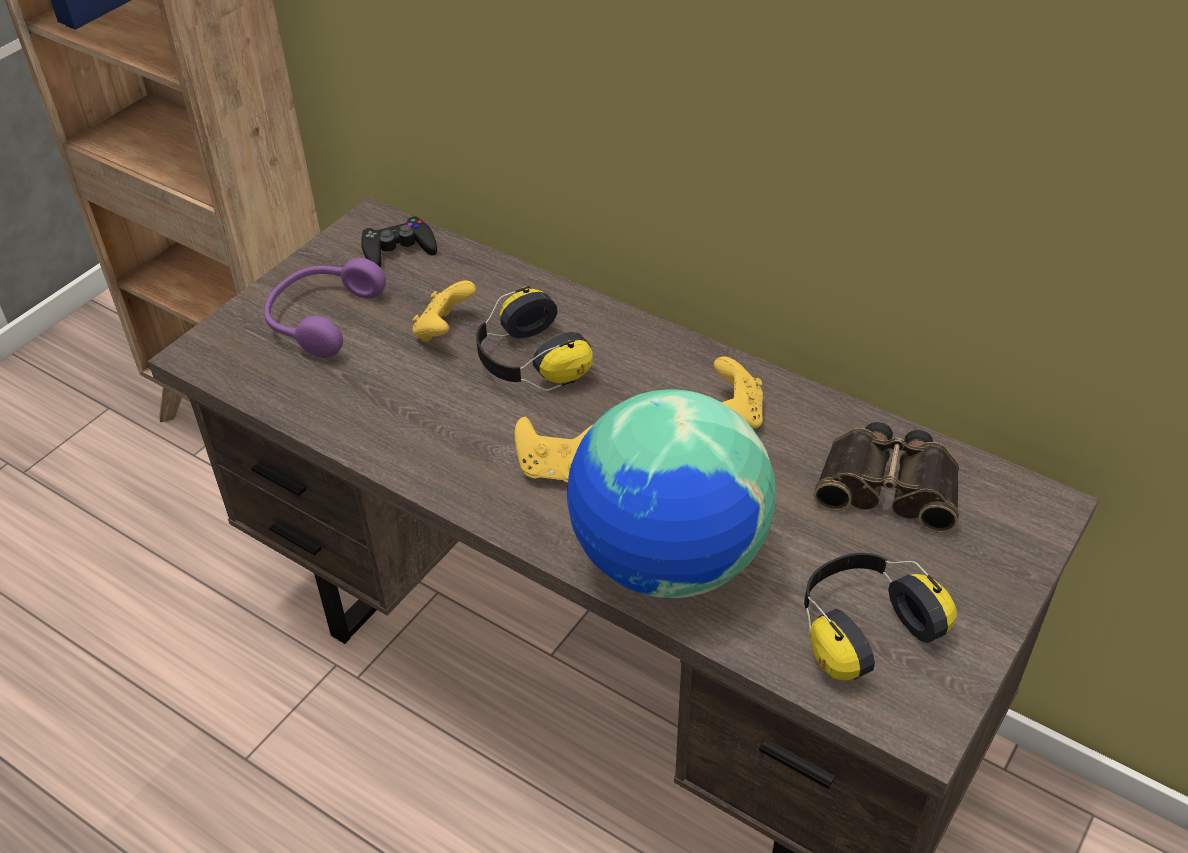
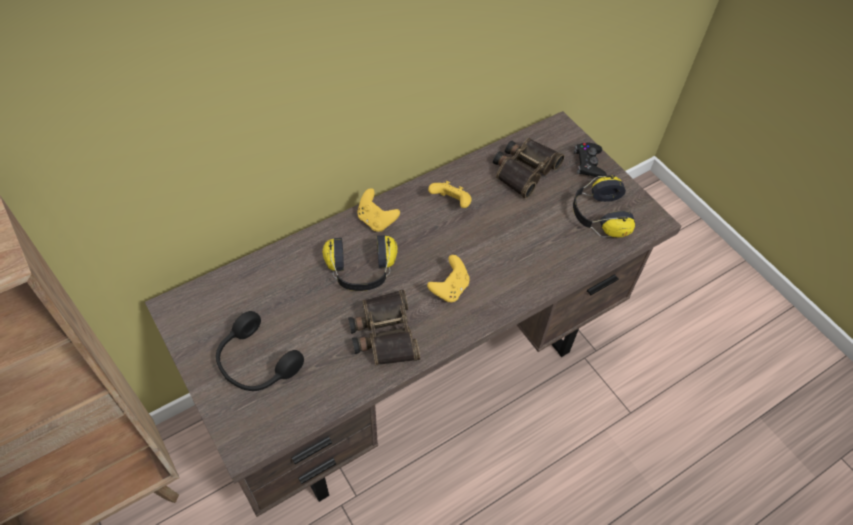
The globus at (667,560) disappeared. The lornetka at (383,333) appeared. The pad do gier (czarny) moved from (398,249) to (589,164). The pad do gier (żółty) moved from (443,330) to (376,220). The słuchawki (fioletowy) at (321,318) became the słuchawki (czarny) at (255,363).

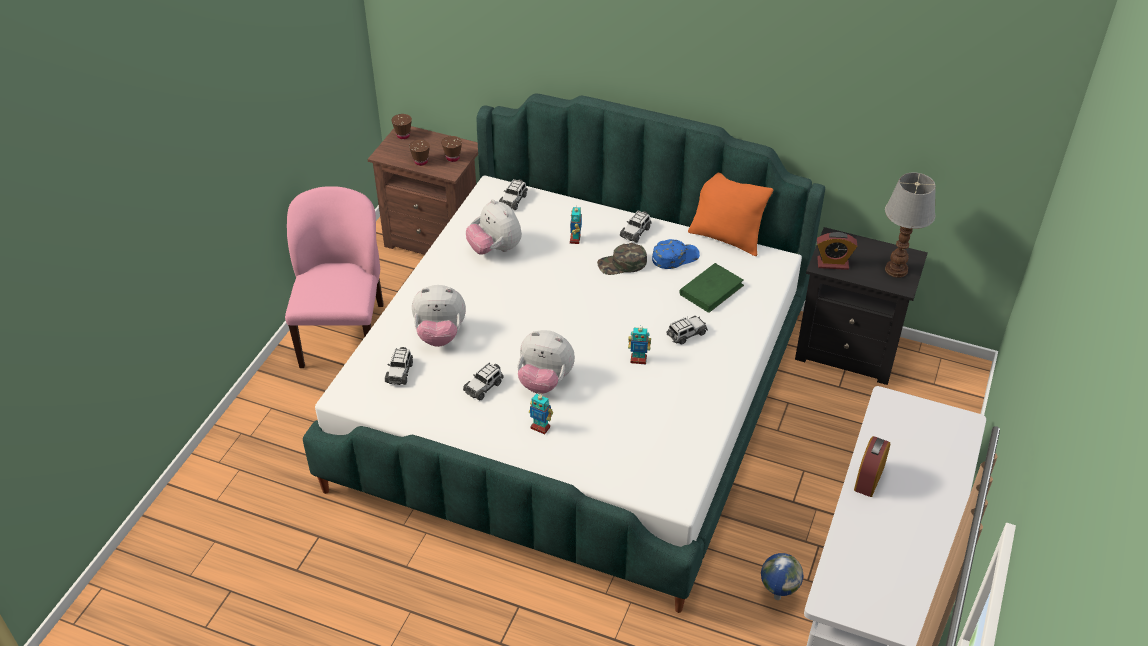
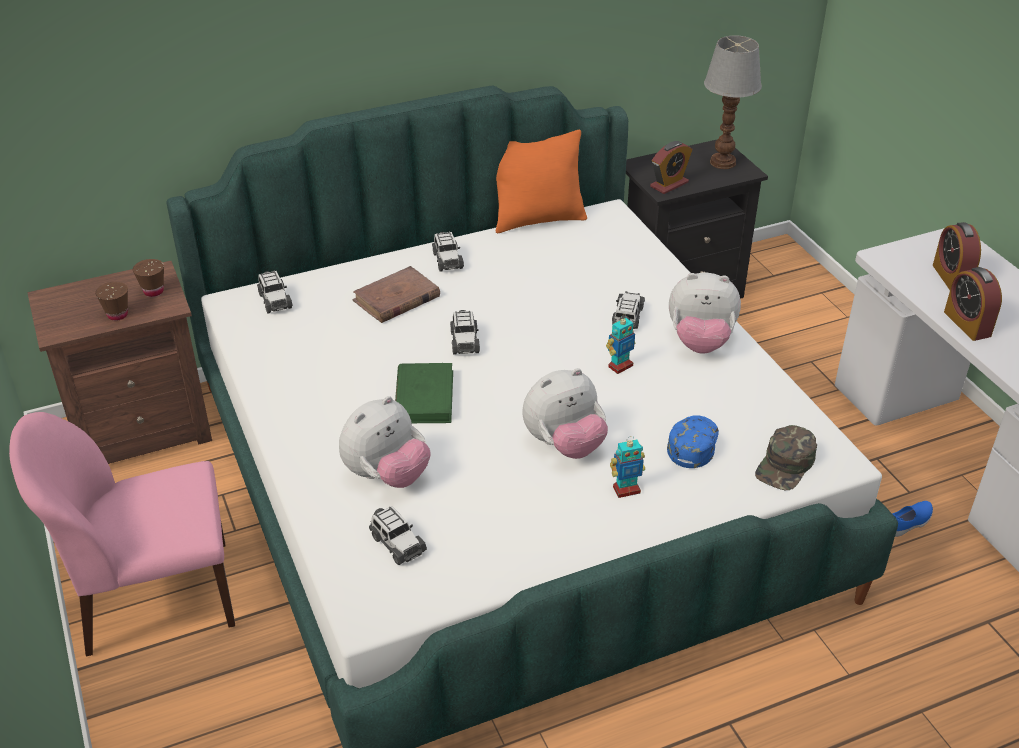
The filiżanka (brązowy) at (403,135) disappeared. The budzik at (951,277) appeared. The samochodzik moved from (484,386) to (464,341). The pluszak moved from (495,249) to (700,342). The czapka z daszkiem (zielony) moved from (622,264) to (786,465). The czapka z daszkiem (niebieski) moved from (675,257) to (692,443). The książka (zielony) moved from (711,290) to (424,397). The robot zabawkowy at (575,239) was replaced by the książka (brązowy) at (396,299). The globus at (777,596) was replaced by the but (niebieski) at (908,524). The krzesło (różowy) at (343,334) turned 60 degrees counterclockwise.

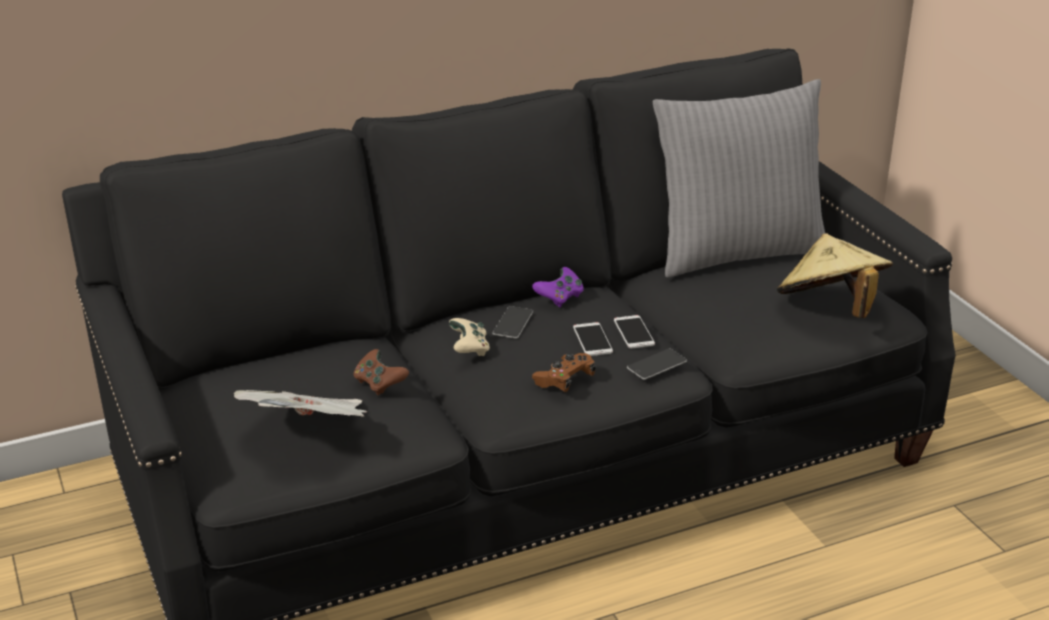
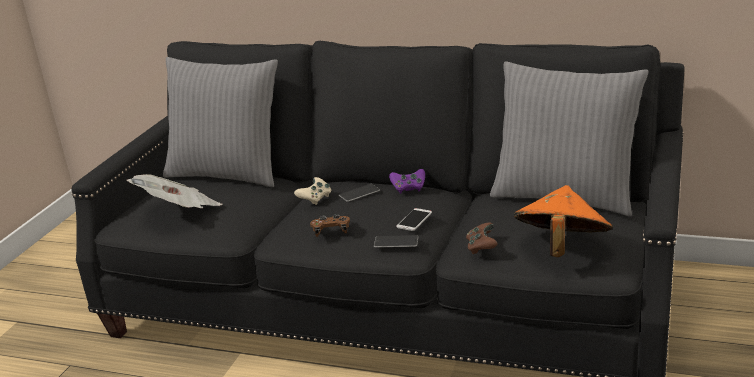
The telefon at (592,340) disappeared. The poduszka (szary) at (228,173) appeared. The pad do gier (brązowy) moved from (379,384) to (481,247). The kapelusz (beżowy) at (830,309) became the kapelusz (pomarańczowy) at (561,248).

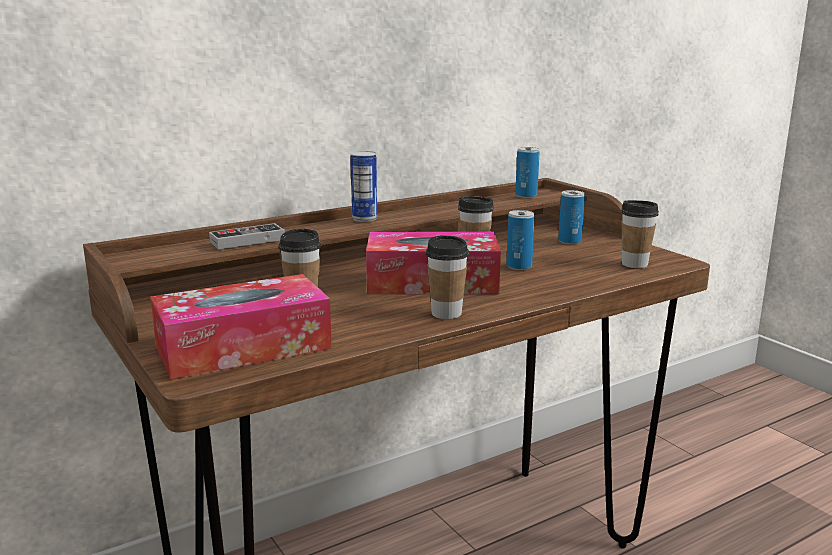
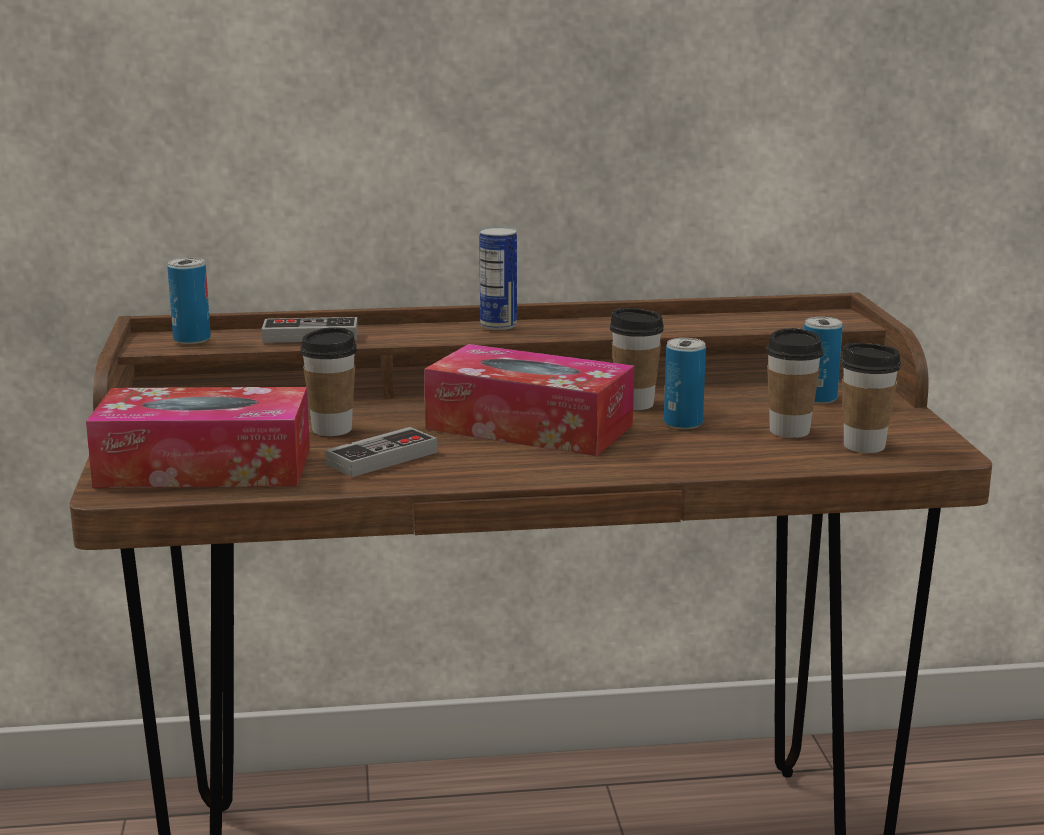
The pad do gier at (382,458) appeared. The filiżanka moved from (446,313) to (789,431). The puszka moved from (526,195) to (192,339).

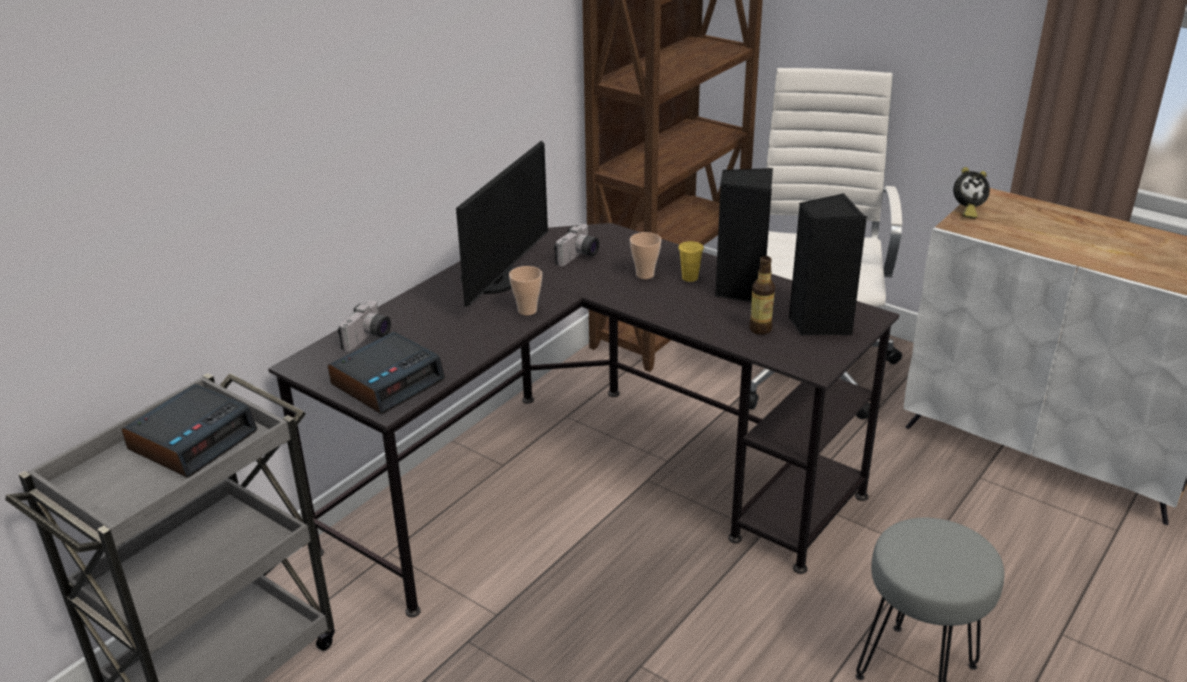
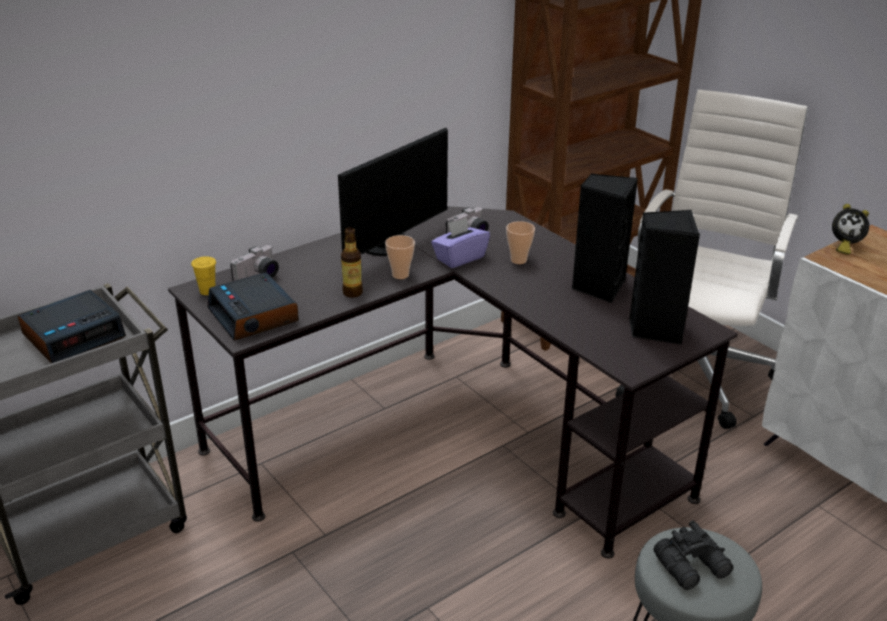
The pudełko chusteczek (fioletowy) at (459,258) appeared. The lornetka (czarny) at (693,567) appeared. The filiżanka (żółty) moved from (690,278) to (207,291). The butelka moved from (760,329) to (352,293). The budzik at (388,382) turned 90 degrees clockwise.

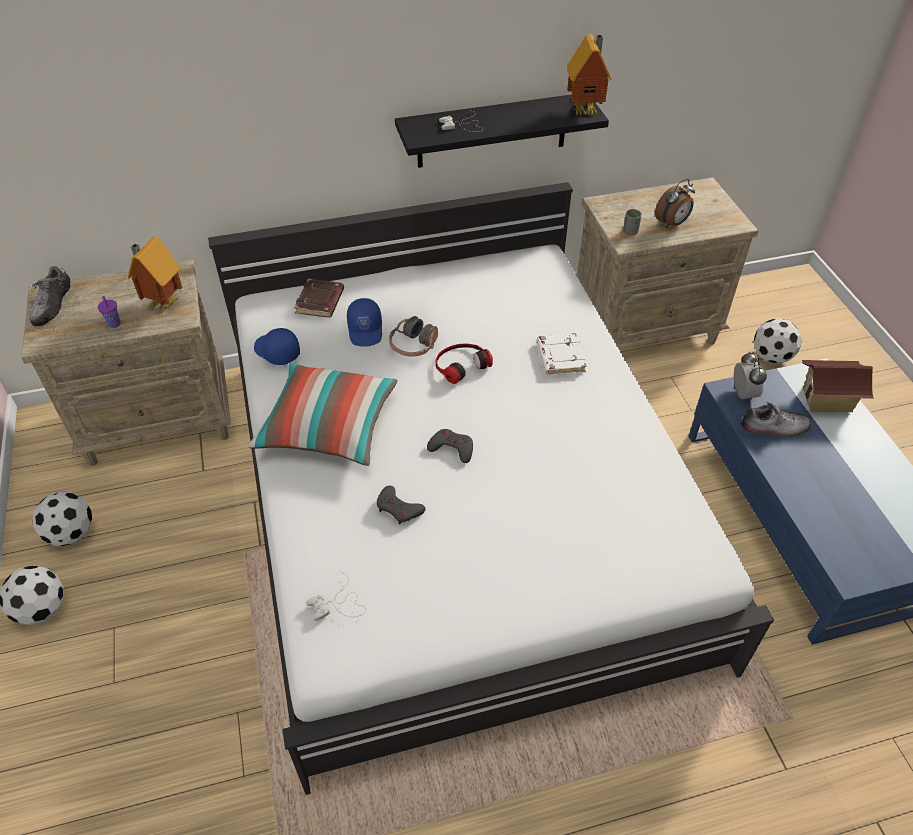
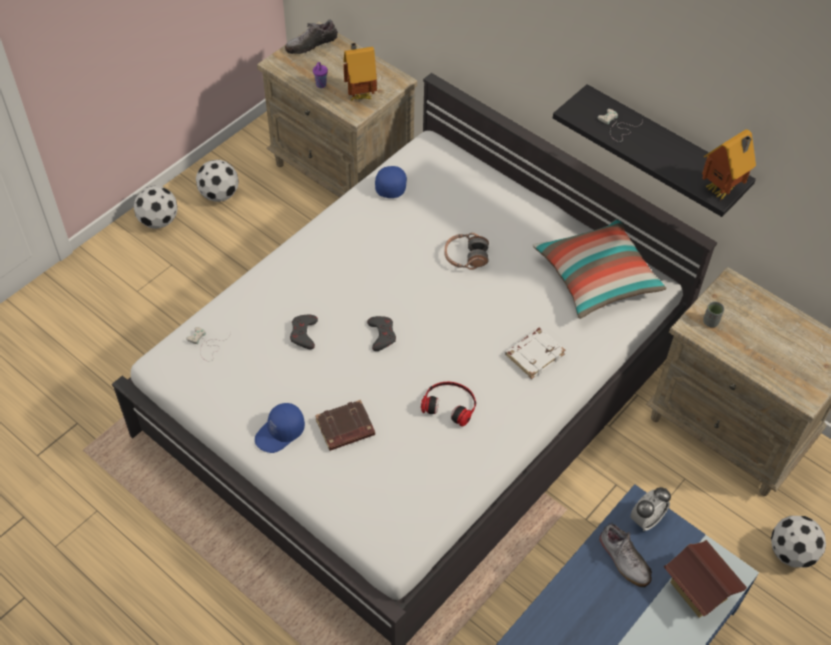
The budzik at (672,223) disappeared. The poduszka moved from (328,426) to (596,278). The książka (brązowy) moved from (320,302) to (345,429). The czapka z daszkiem (niebieski) moved from (366,330) to (280,433). The słuchawki moved from (460,364) to (450,404).

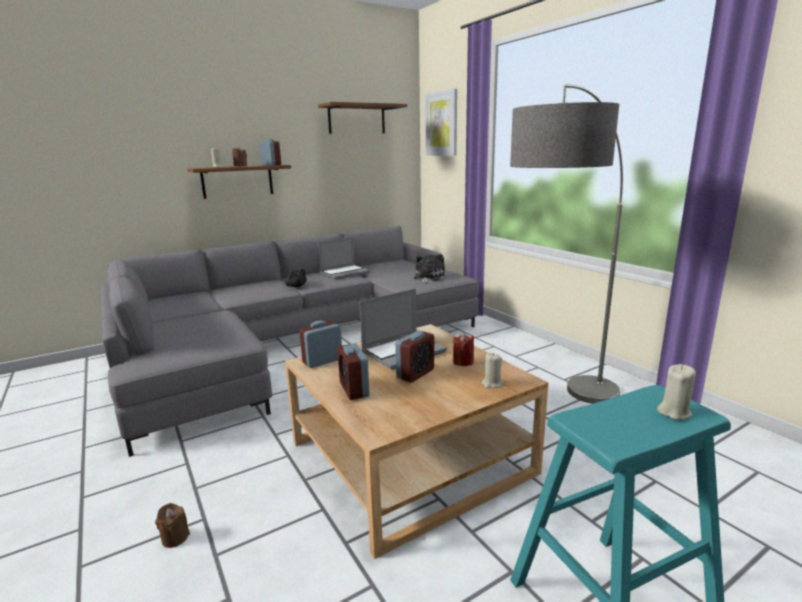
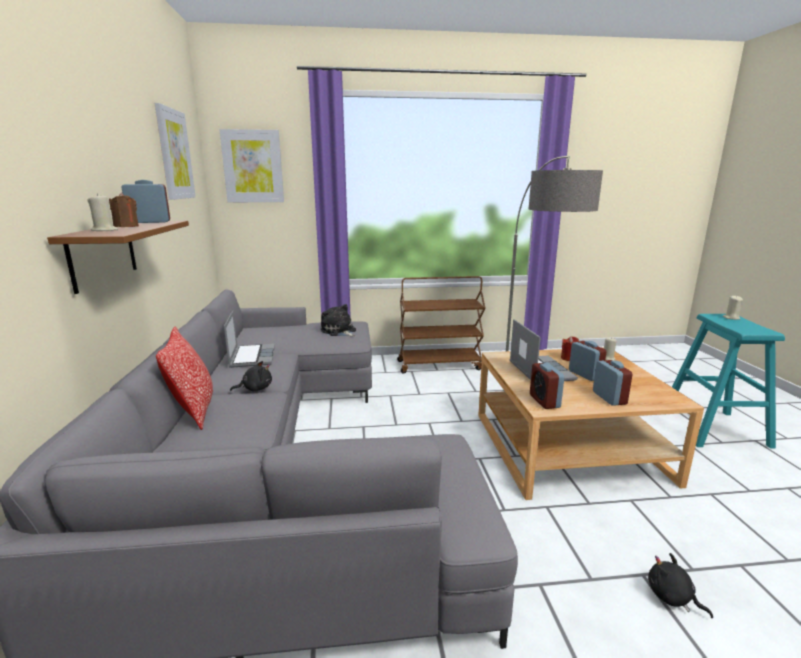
The poduszka at (194,410) appeared. The wózek (brązowy) at (439,365) appeared. The świeca (brązowy) at (175,538) was replaced by the pluszak (czarny) at (672,597). The półka (brązowy) at (357,119) was replaced by the obraz at (174,154). The budzik at (354,390) turned 105 degrees counterclockwise.

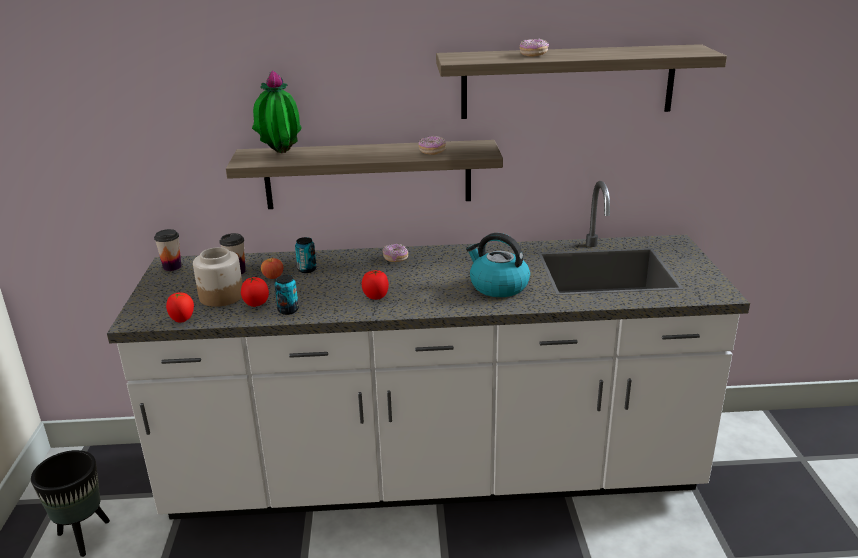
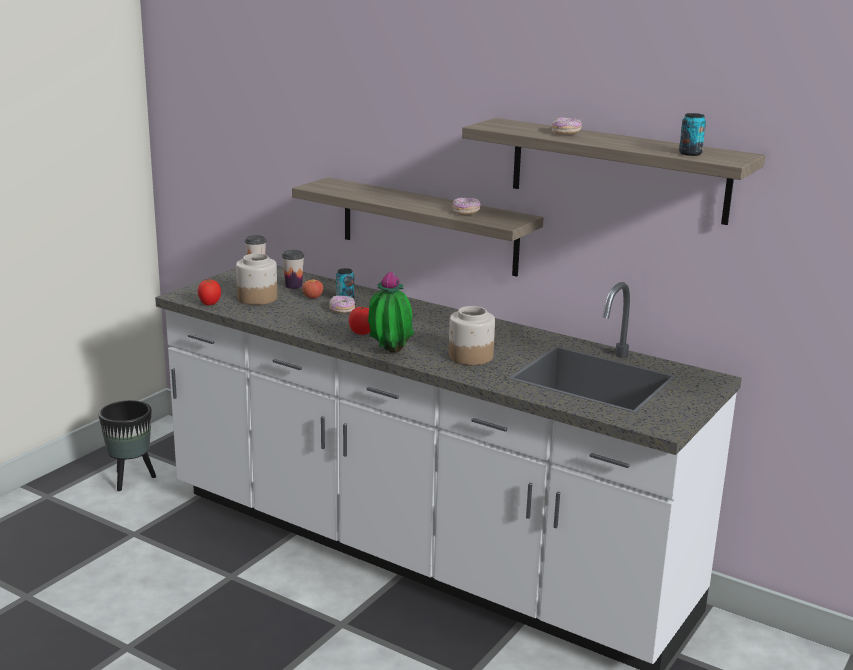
The pomidor at (256,304) disappeared. The roślina doniczkowa moved from (280,154) to (389,353). The puszka moved from (288,310) to (690,153). The donut moved from (395,258) to (342,310). The czajnik at (498,286) was replaced by the słoik at (470,357).

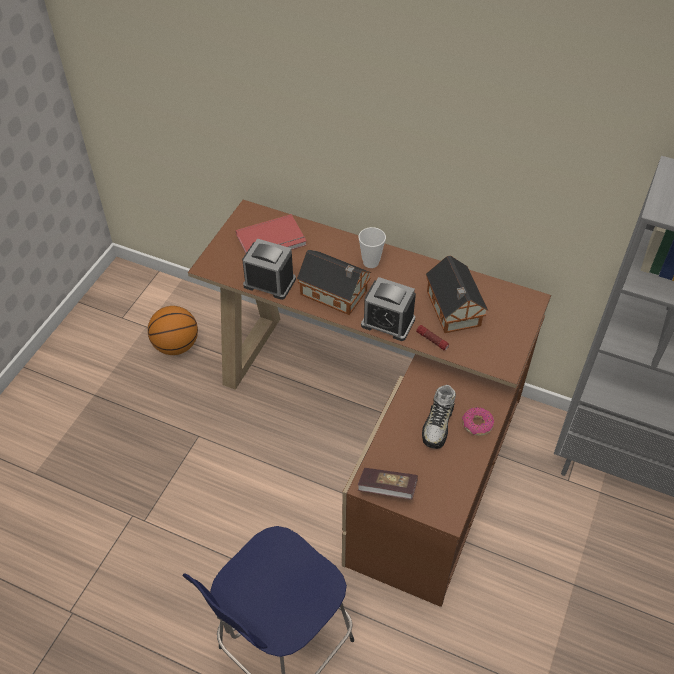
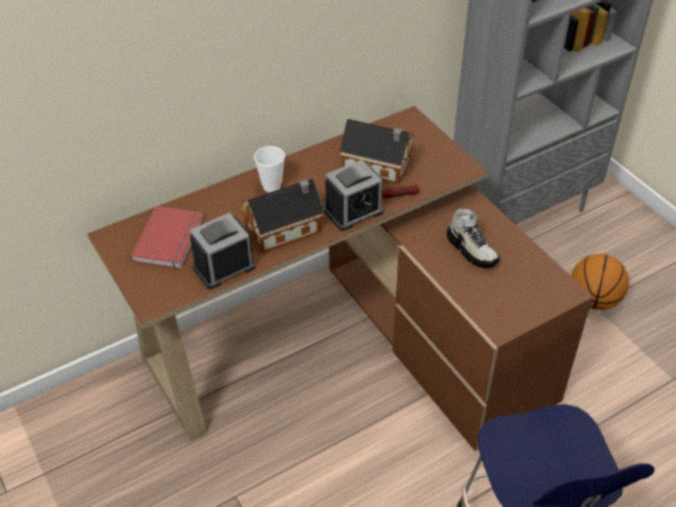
The książka at (387,489) disappeared. The donut at (477,424) disappeared. The piłka do koszykówki moved from (176,346) to (594,300).

